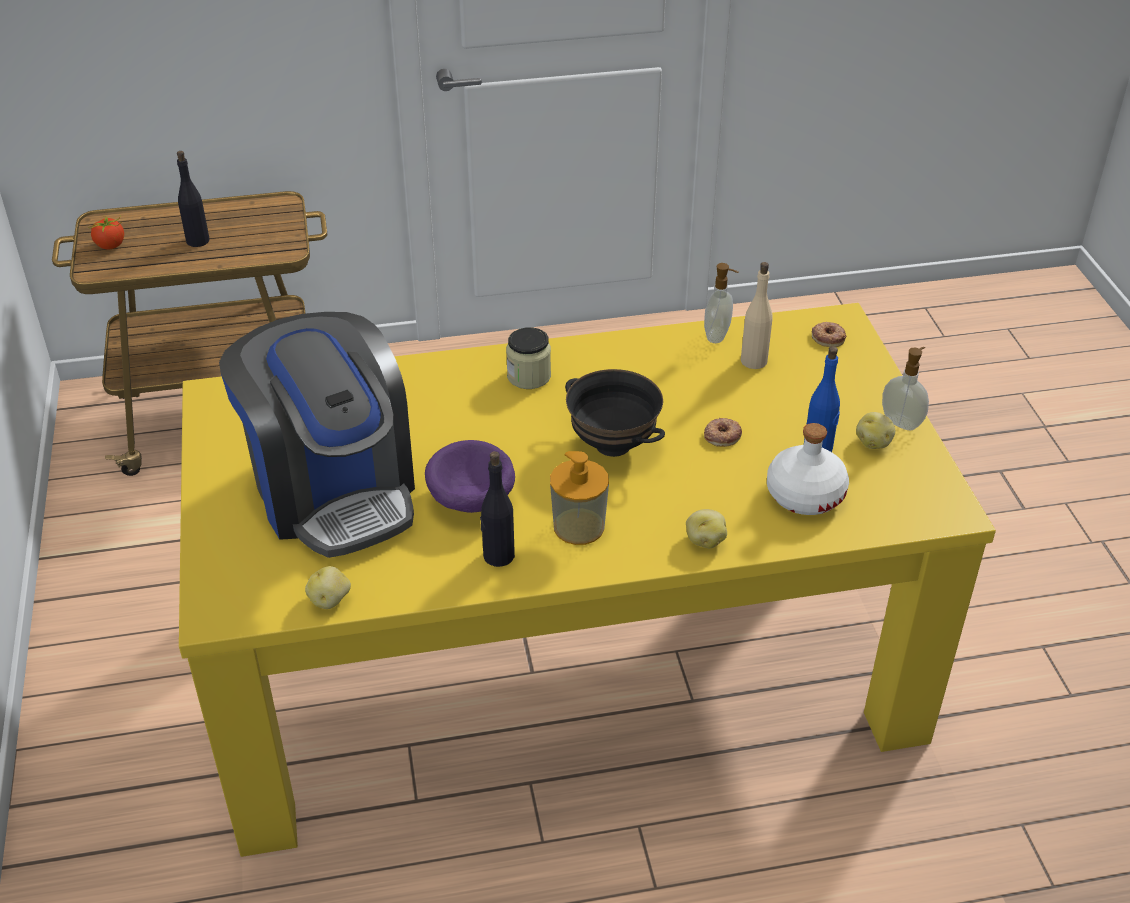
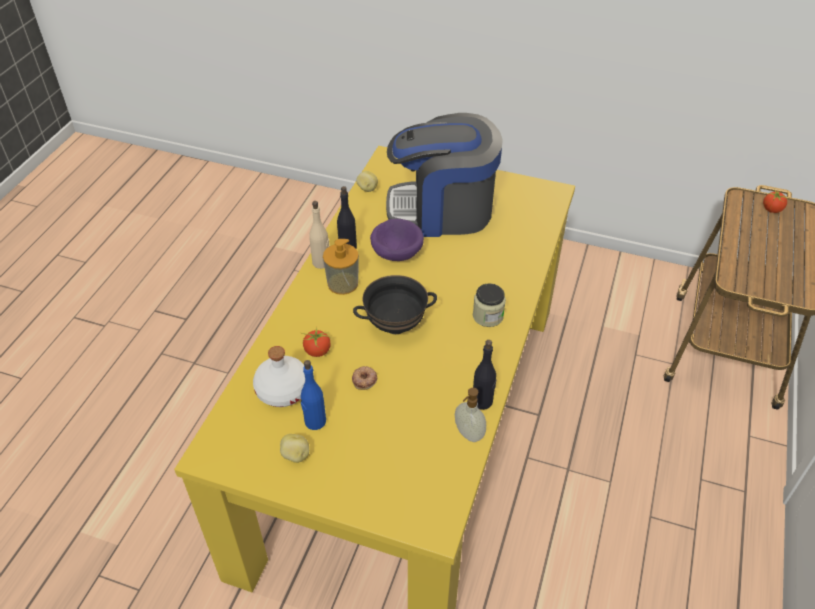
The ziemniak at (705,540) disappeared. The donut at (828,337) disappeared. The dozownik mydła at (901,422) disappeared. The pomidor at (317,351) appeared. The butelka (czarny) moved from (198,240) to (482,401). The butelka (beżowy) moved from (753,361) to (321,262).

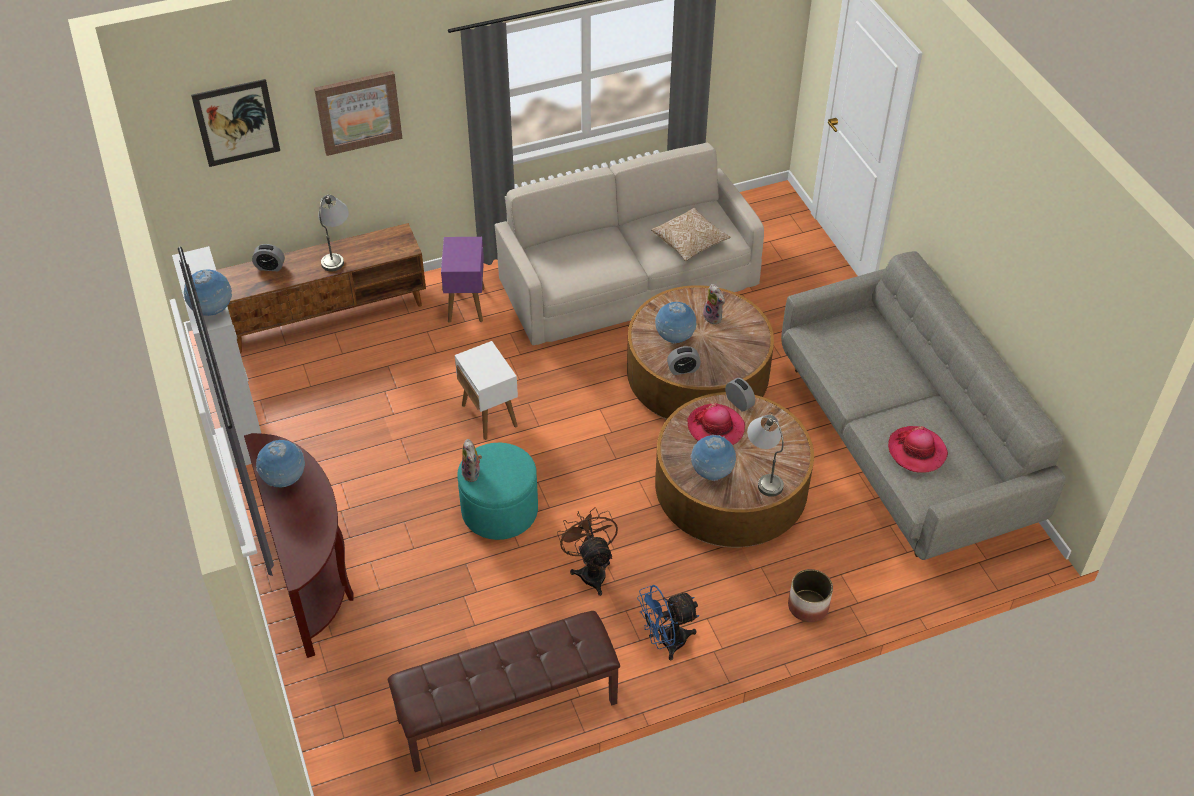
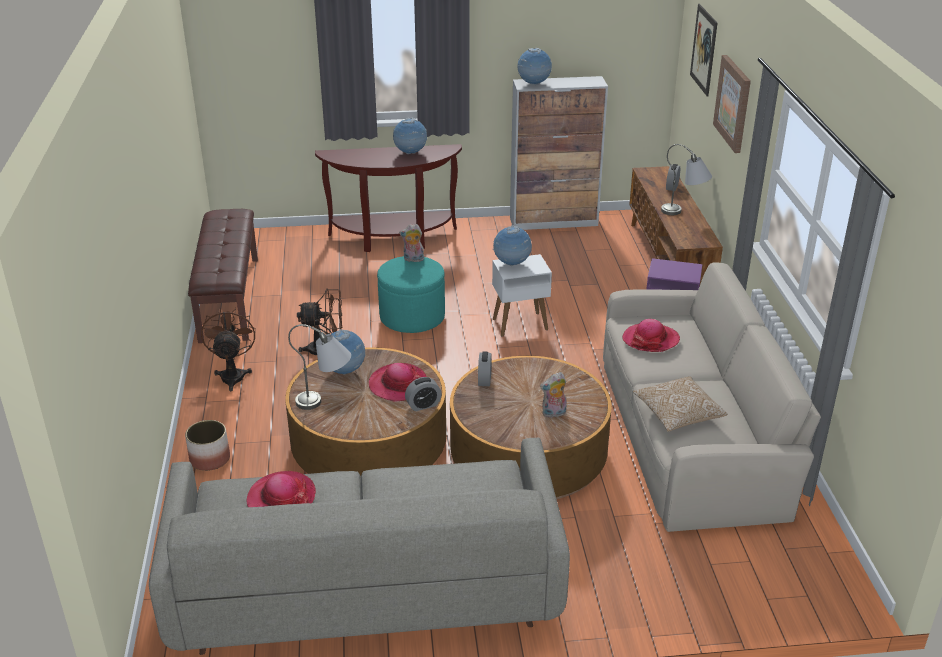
The kapelusz at (650,340) appeared. The globus moved from (674,338) to (512,264). The wentylator (niebieski) at (666,642) became the wentylator (brązowy) at (233,374).

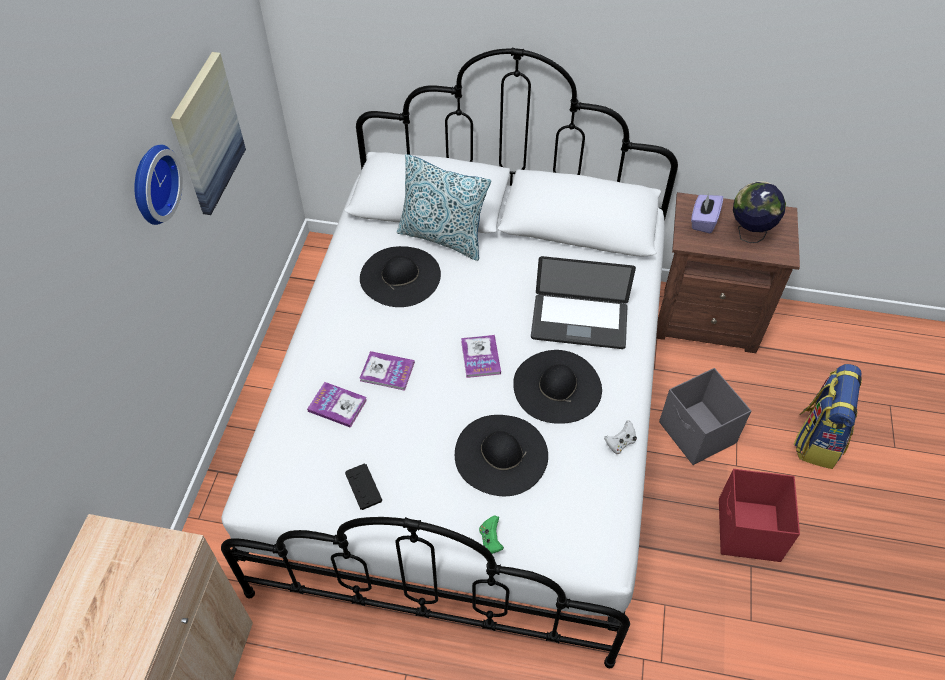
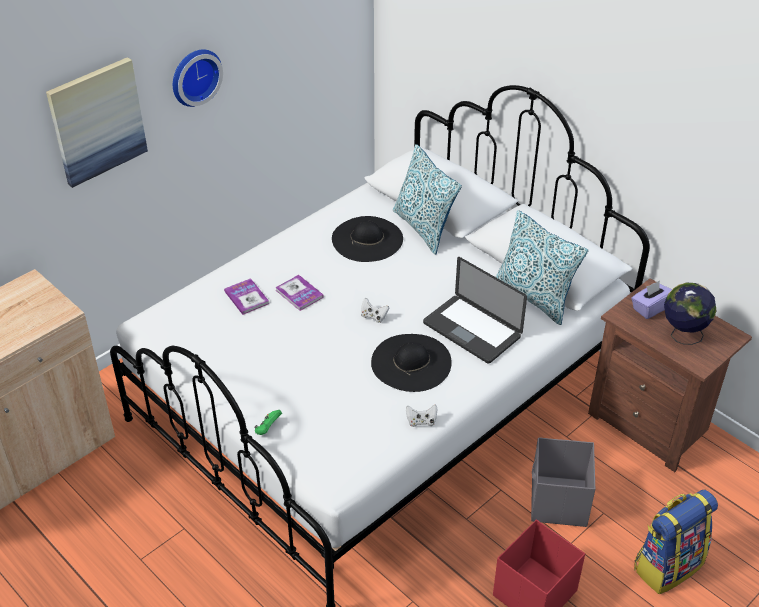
The pad do gier (czarny) at (363,487) disappeared. The kapelusz (czarny) at (501,454) disappeared. The poduszka at (534,297) appeared. The obraz moved from (207,134) to (97,121). The książka at (480,357) was replaced by the pad do gier (biały) at (373,316).

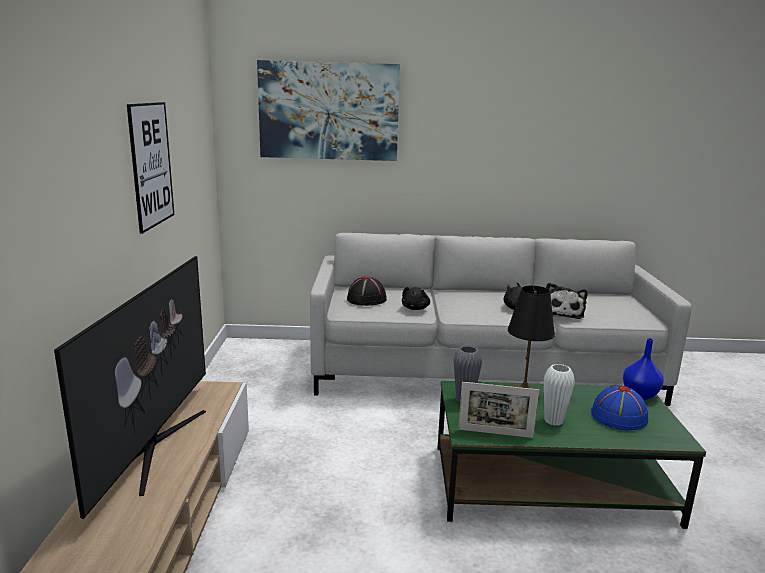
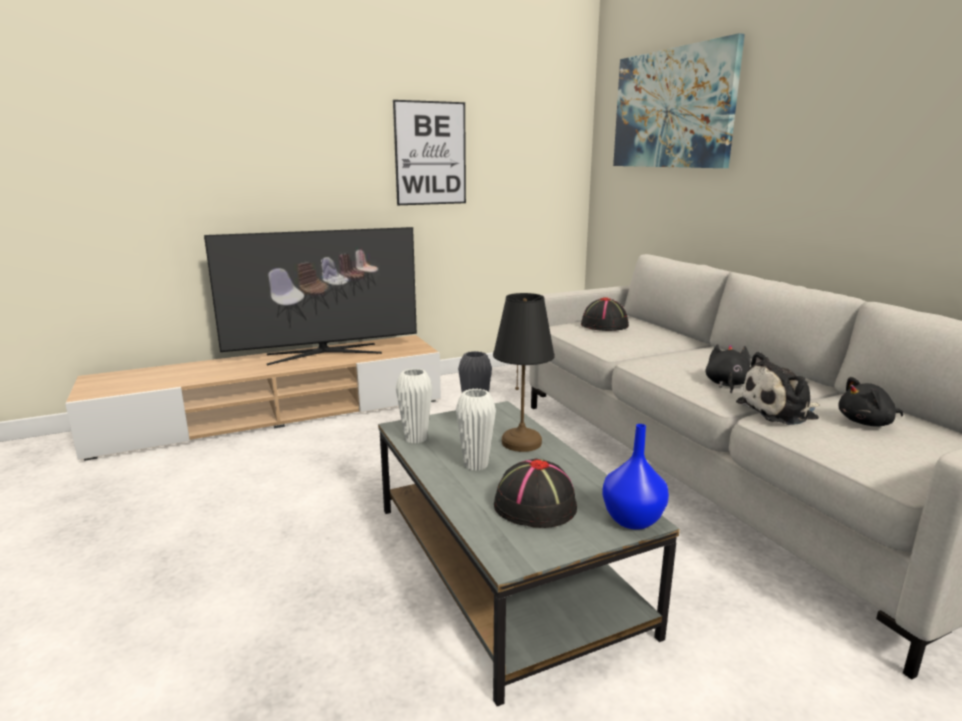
The pluszak (czarny) moved from (415,308) to (867,423). The ramka na zdjęcie at (495,433) was replaced by the wazon (biały) at (416,438). The ława (zielony) at (552,484) became the ława (szary) at (504,567). The kapelusz (niebieski) at (618,417) became the kapelusz (czarny) at (534,506).

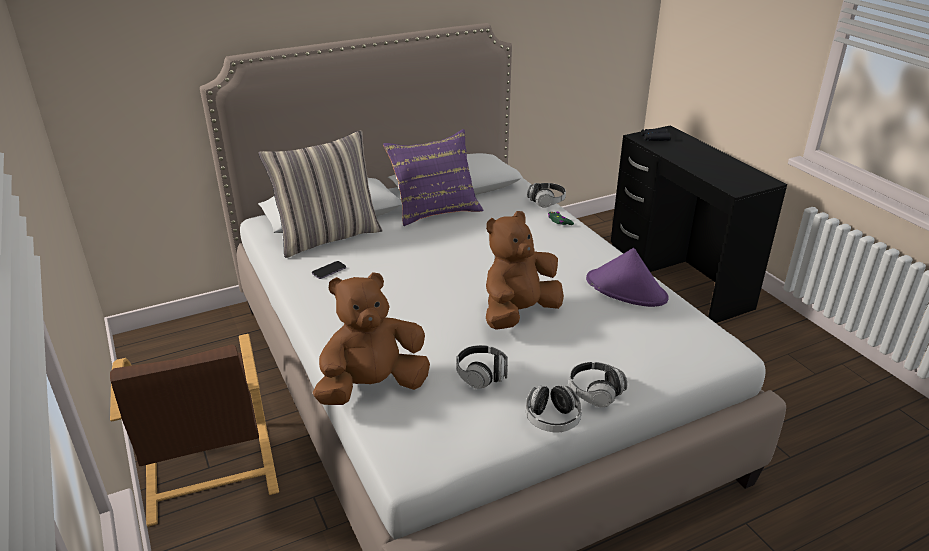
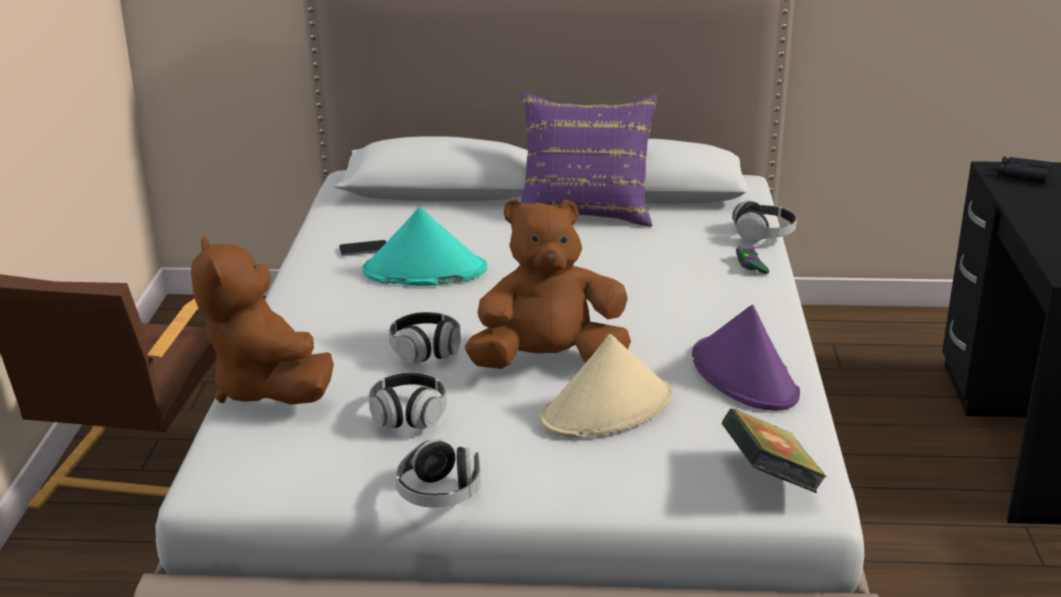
The poduszka at (328,236) disappeared. The kapelusz (turkusowy) at (424,271) appeared. The kapelusz (beżowy) at (607,409) appeared. The książka at (769,479) appeared. The słuchawki moved from (595,392) to (425,350). The pluszak (brązowy) at (372,387) turned 120 degrees counterclockwise.

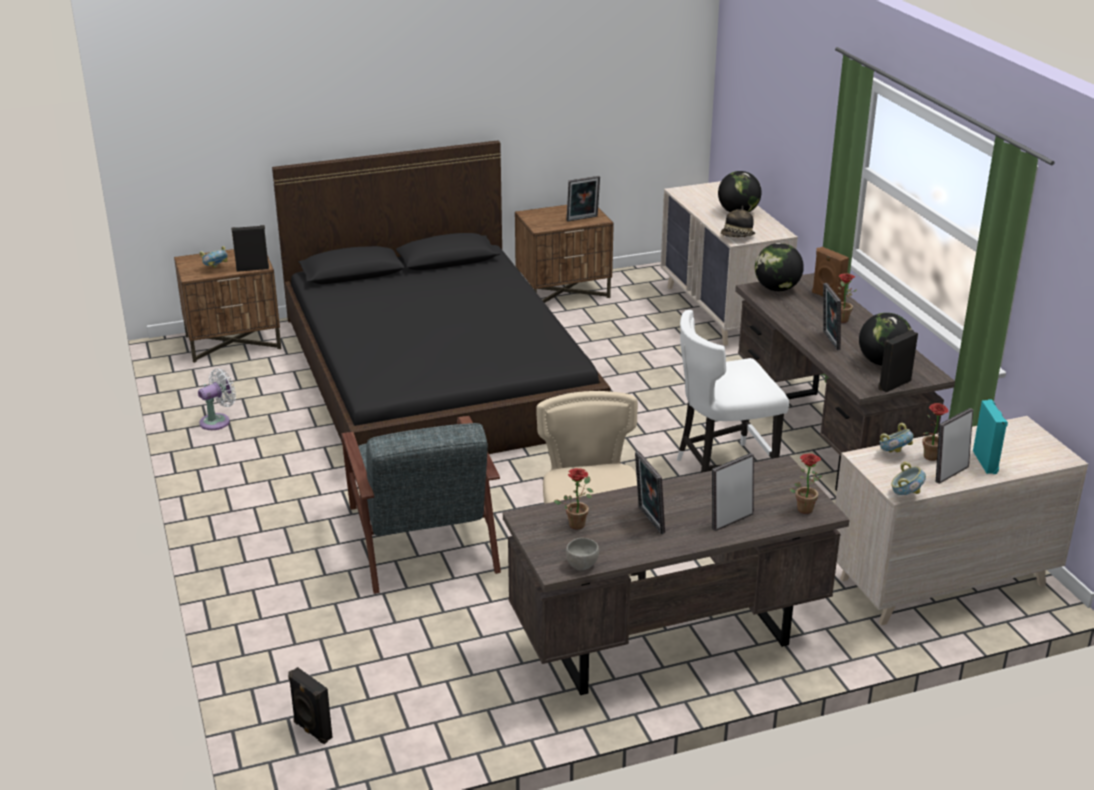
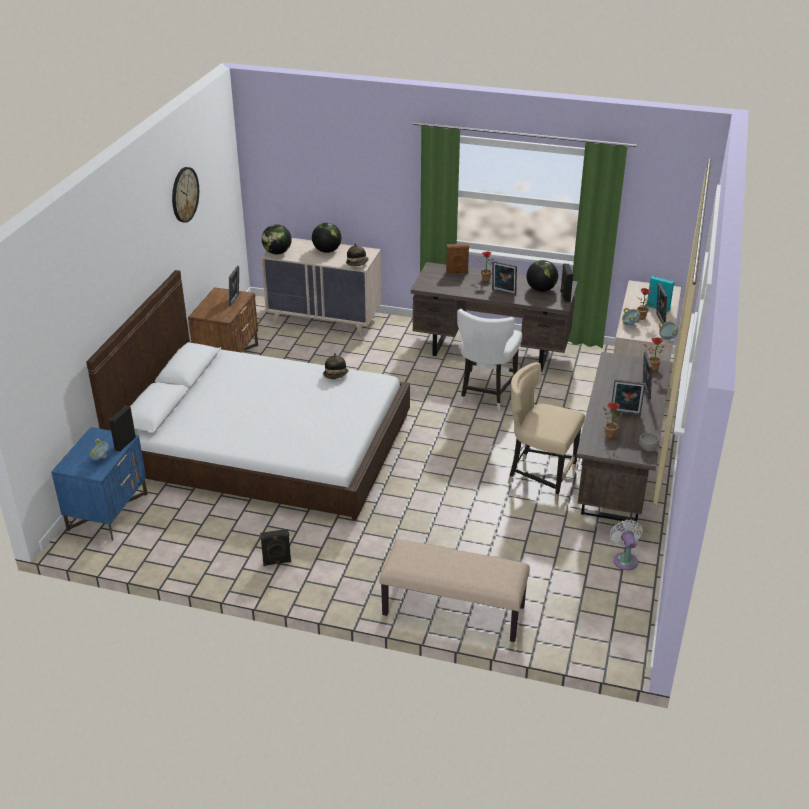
The fotel (szary) at (422,536) disappeared. The zegar ścienny at (184,194) appeared. The kapelusz at (336,375) appeared. The ławka (beżowy) at (452,611) appeared. The wentylator (biały) moved from (218,421) to (624,559). The głośnik (czarny) moved from (311,730) to (277,562). The globus moved from (777,289) to (277,252). The szafka nocna (brązowy) at (234,342) became the szafka nocna (niebieski) at (108,512). The łóżko (czarny) at (437,372) became the łóżko (biały) at (264,443).

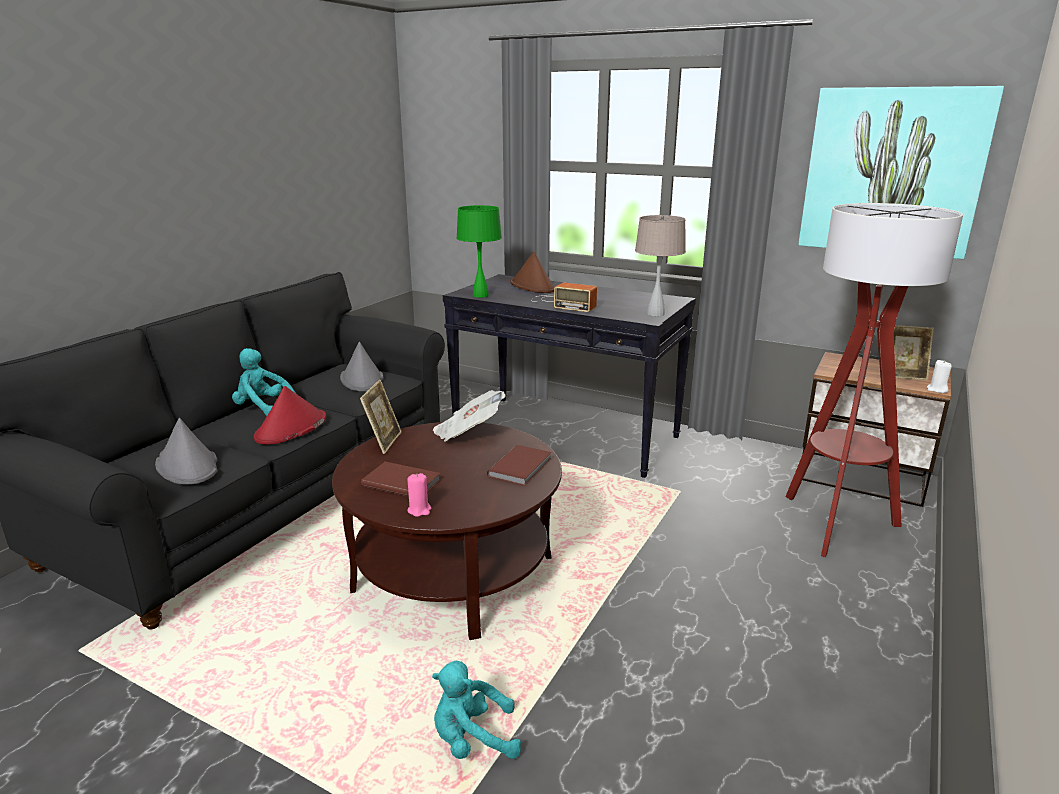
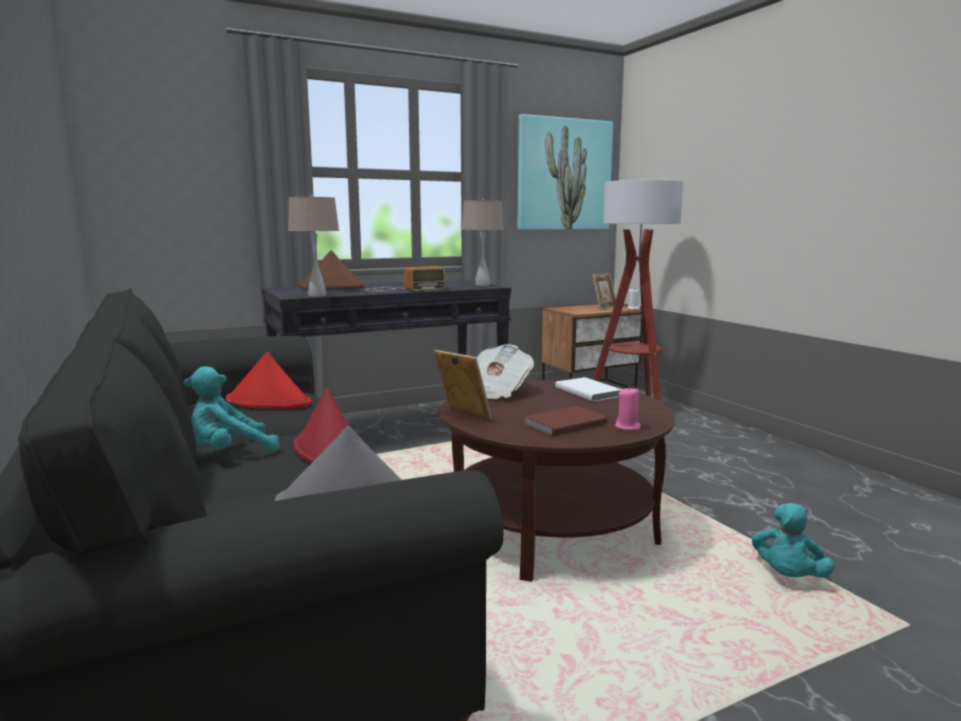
The kapelusz (szary) at (362,379) became the kapelusz (czerwony) at (269,402). The lampa stołowa (zielony) at (480,295) became the lampa stołowa (beżowy) at (316,295). The książka (brązowy) at (522,467) became the książka (biały) at (588,391).

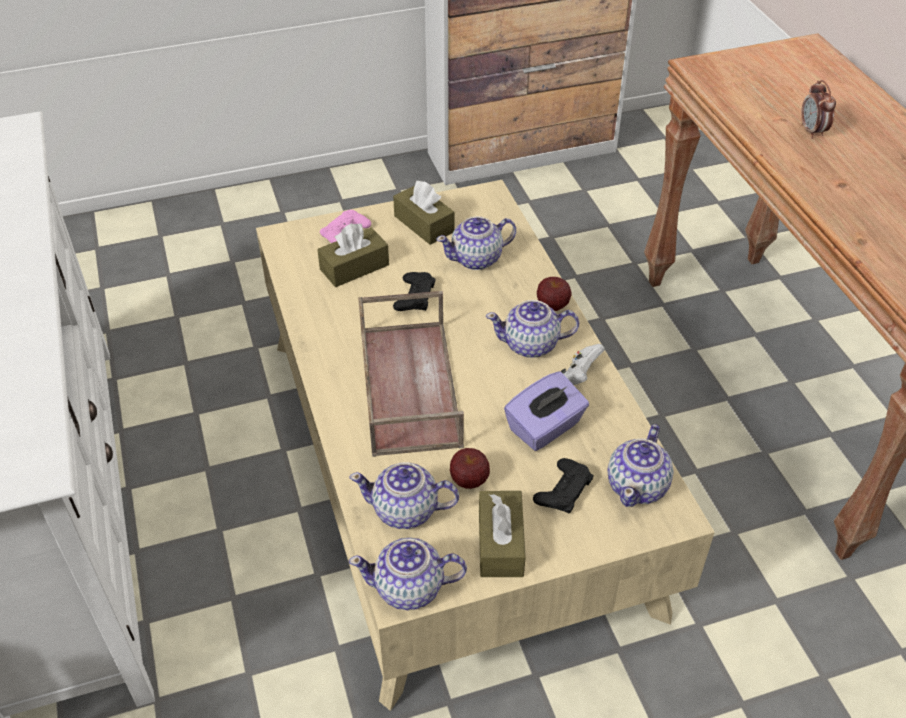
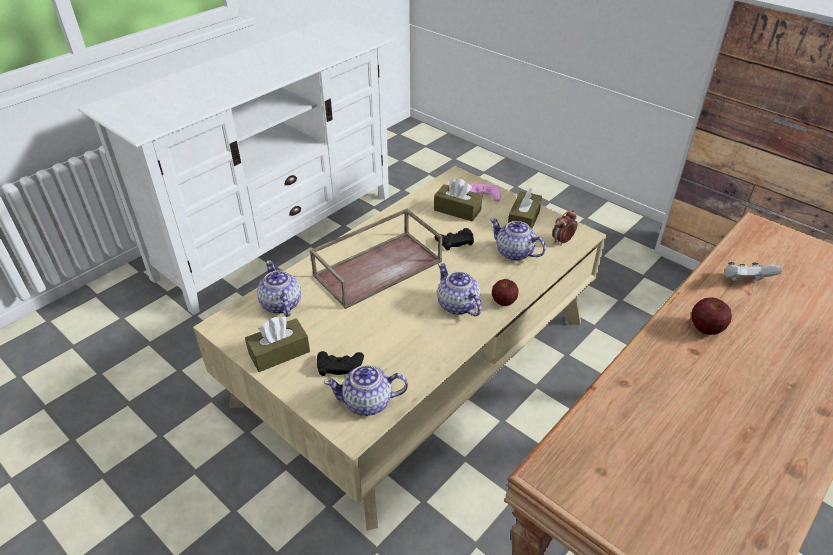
The imbryk at (410,588) disappeared. The pudełko chusteczek (fioletowy) at (545,428) disappeared. The jabłko moved from (469,480) to (706,329). The pad do gier (biały) moved from (579,375) to (745,281). The budzik moved from (812,131) to (562,241).

